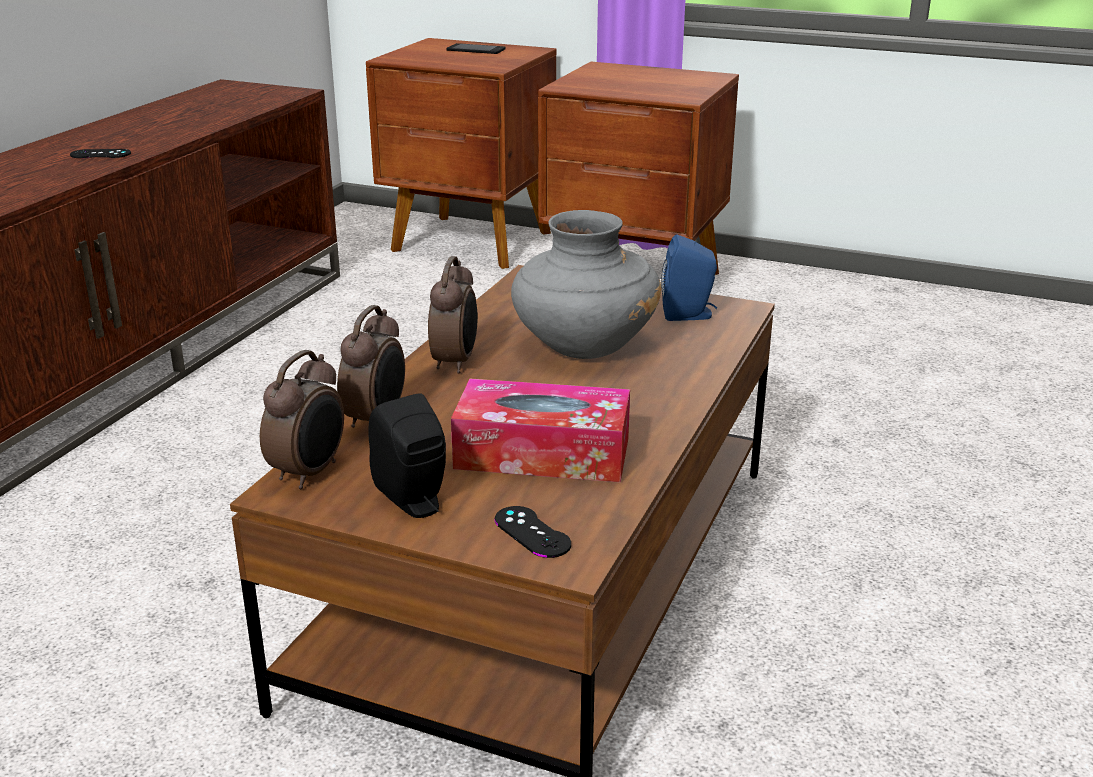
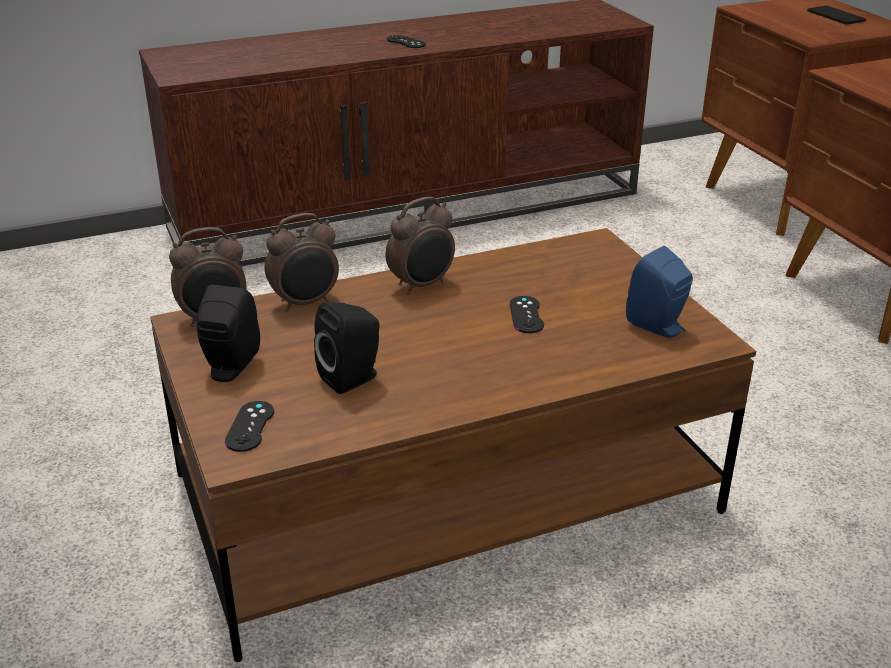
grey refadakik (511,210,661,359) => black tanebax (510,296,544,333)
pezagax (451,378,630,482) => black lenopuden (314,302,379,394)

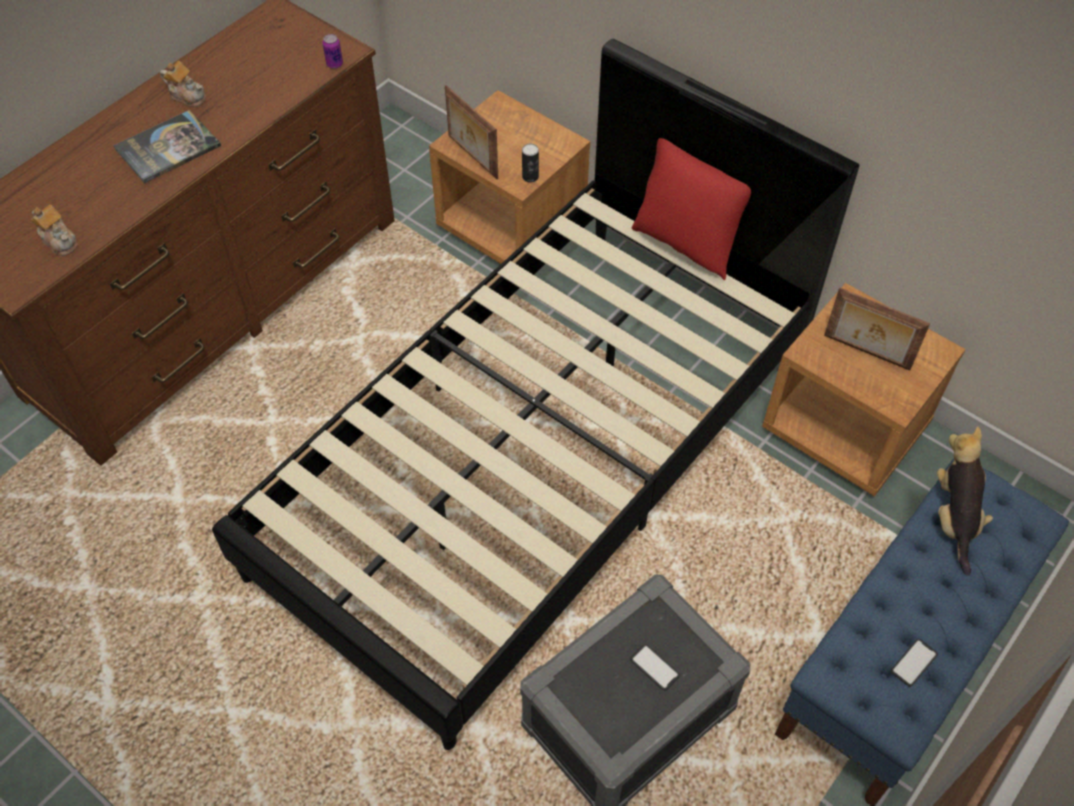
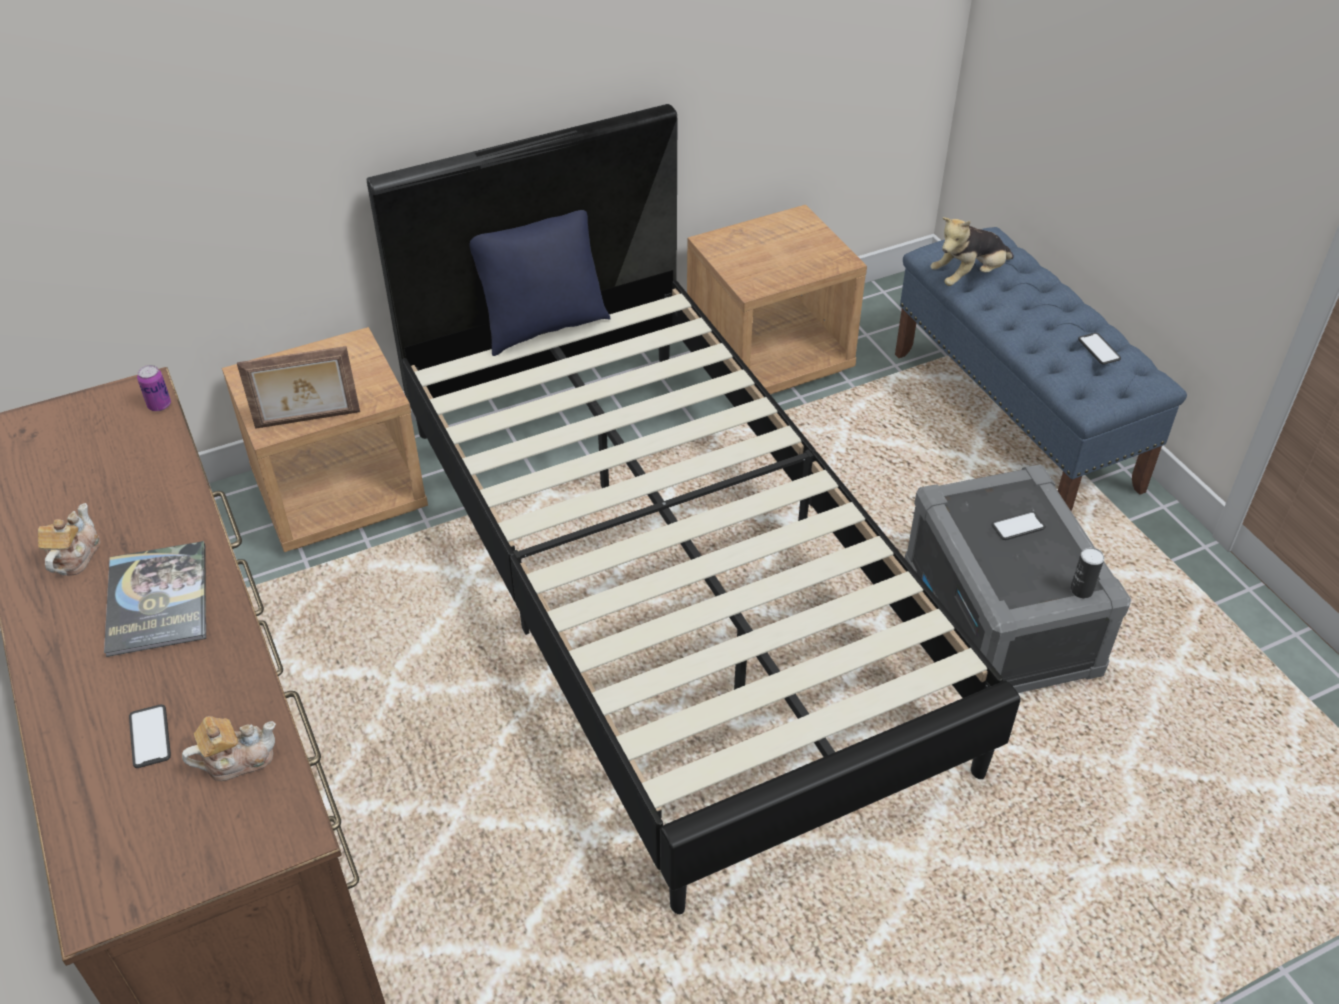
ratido (160,61,206,107) => ratido (38,503,100,576), 45 degrees counterclockwise
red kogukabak (632,138,751,280) => blue kogukabak (469,210,611,356)
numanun (522,143,539,182) => numanun (1070,547,1104,598), relocated
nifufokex (824,288,930,370) => nothing
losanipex (937,426,993,576) => losanipex (930,217,1014,286), 60 degrees counterclockwise
nothing => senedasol (129,704,171,768)

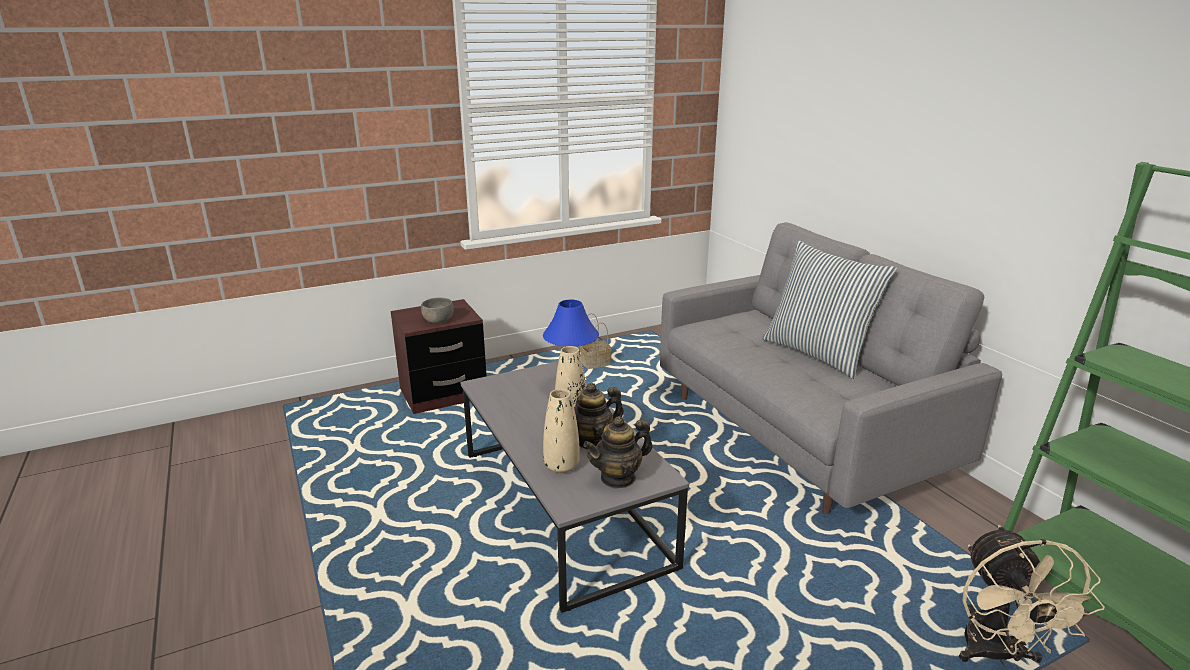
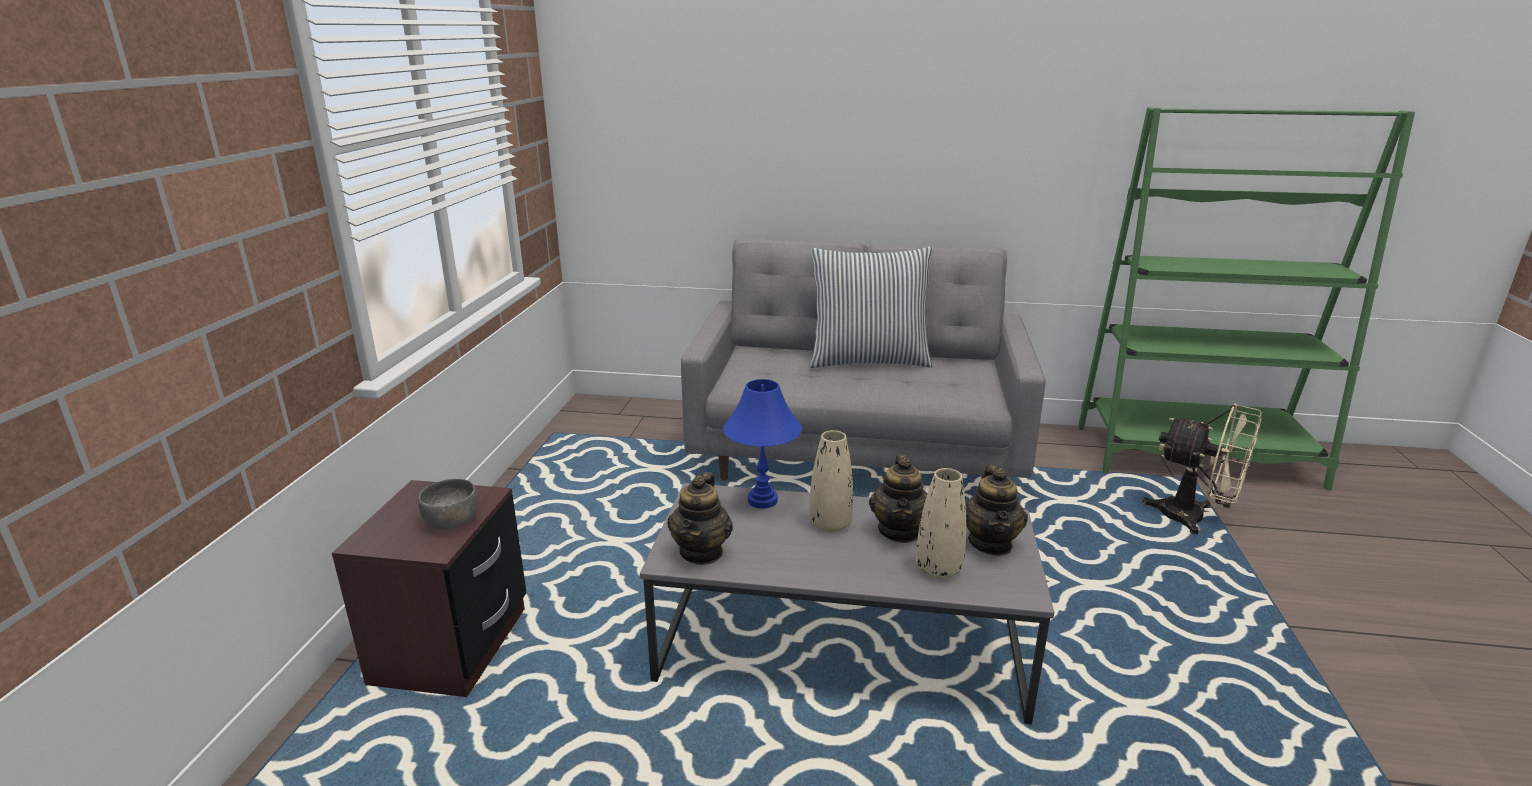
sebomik (580,313,612,369) => nothing
nothing => ratido (667,472,733,565)

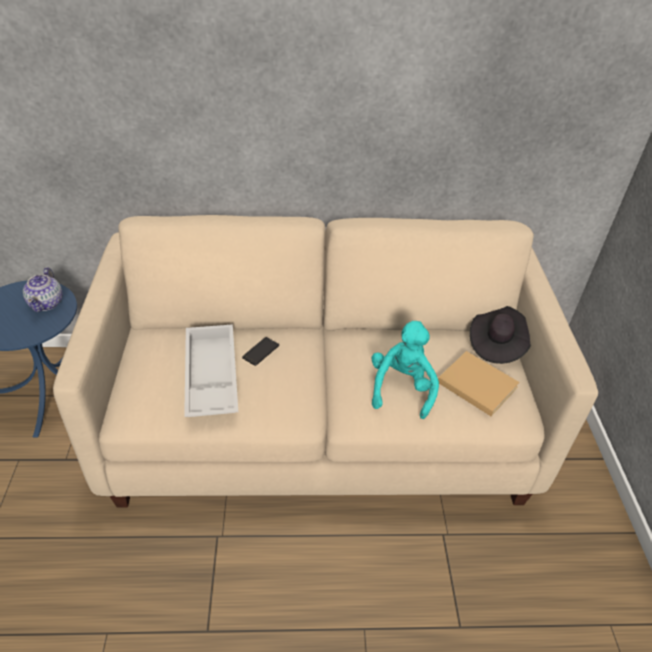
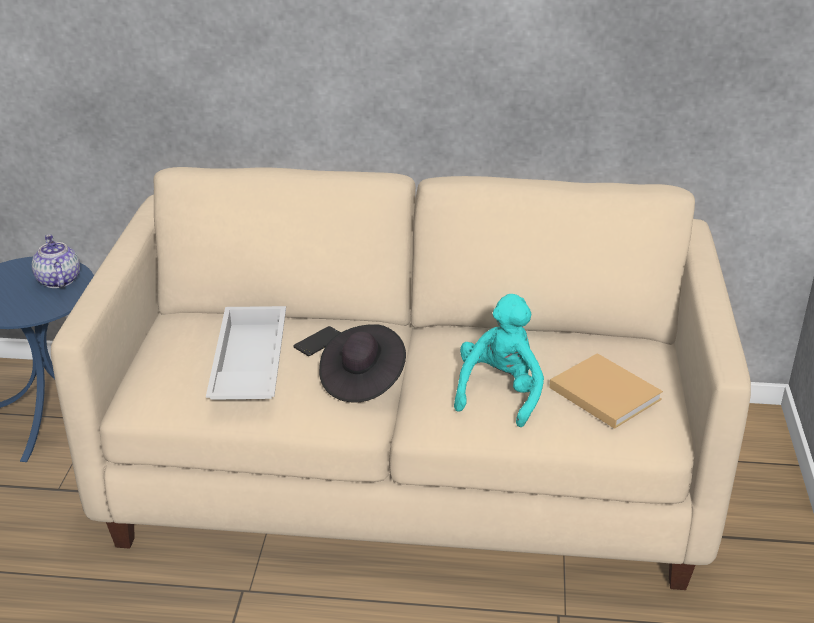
ratido (23,267,63,312) => ratido (32,234,80,288), 150 degrees clockwise
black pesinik (470,306,531,364) => black pesinik (319,324,406,403), relocated

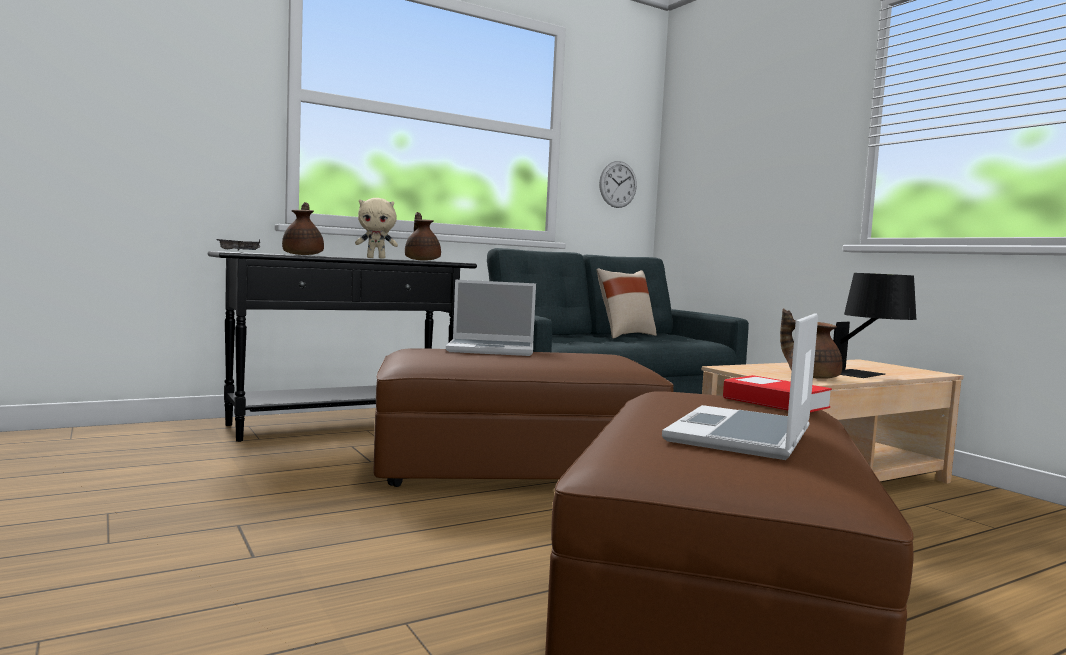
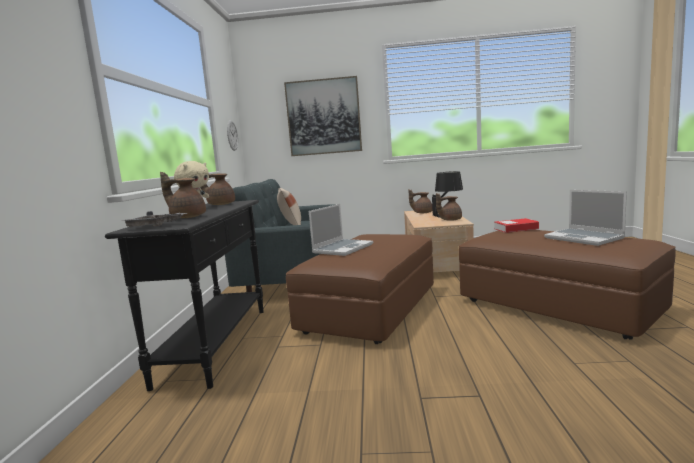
nothing => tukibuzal (284,76,362,156)
nothing => brown ratido (409,190,432,213)

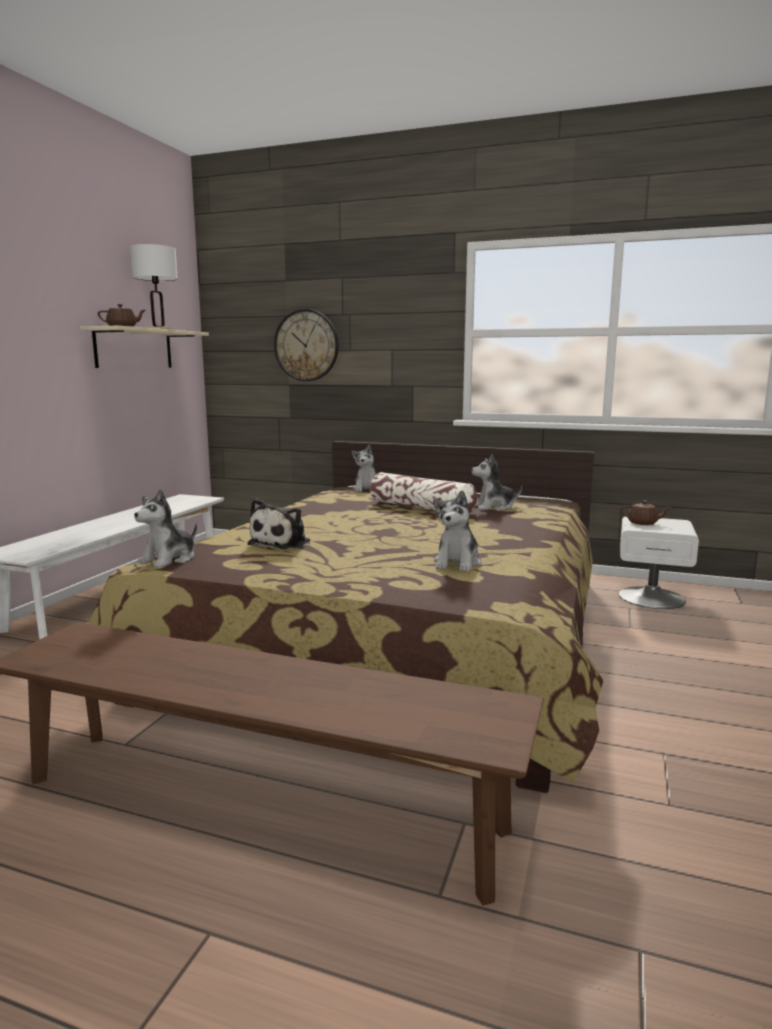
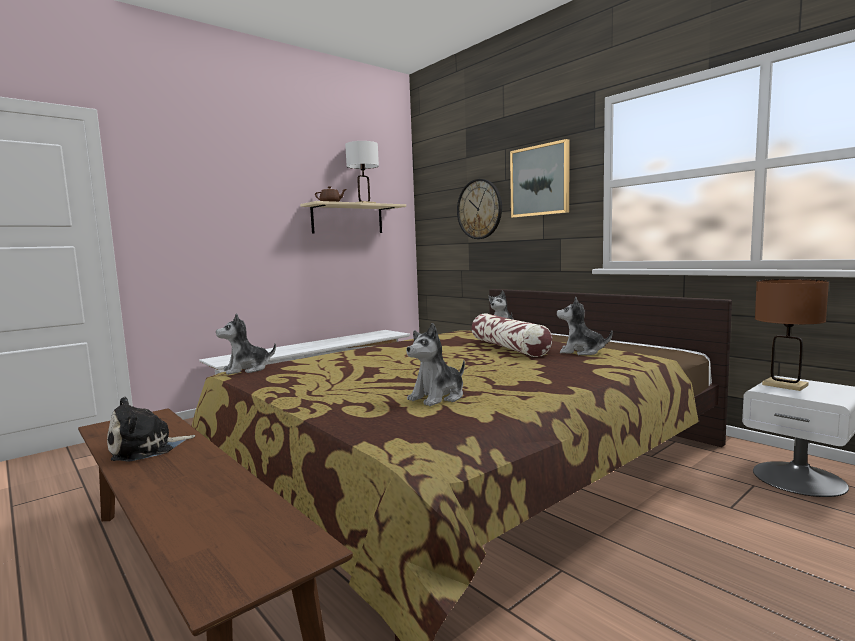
losanipex (247,499,310,549) => losanipex (107,397,195,462), relocated
brown ratido (620,500,672,525) => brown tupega (755,279,829,391)
nothing => tukibuzal (510,139,569,218)

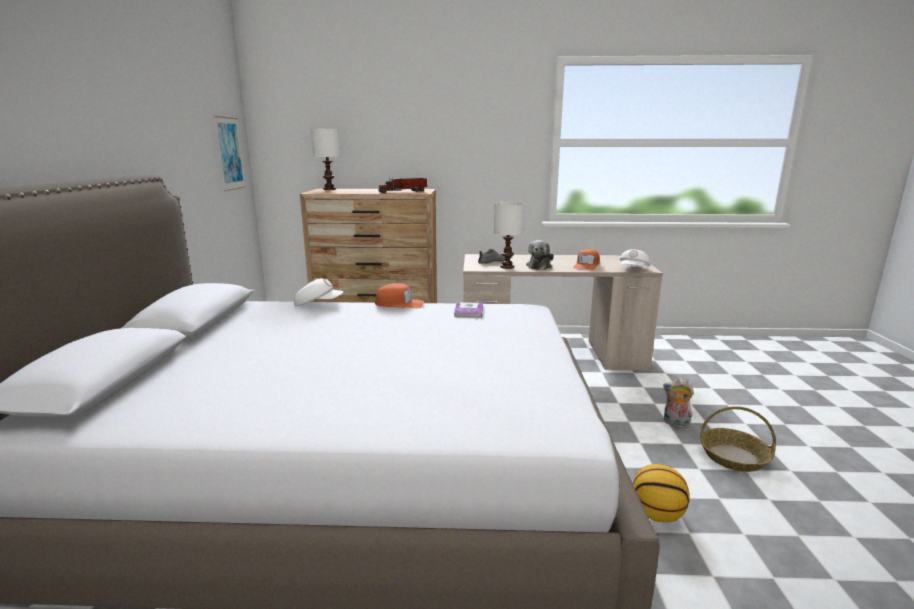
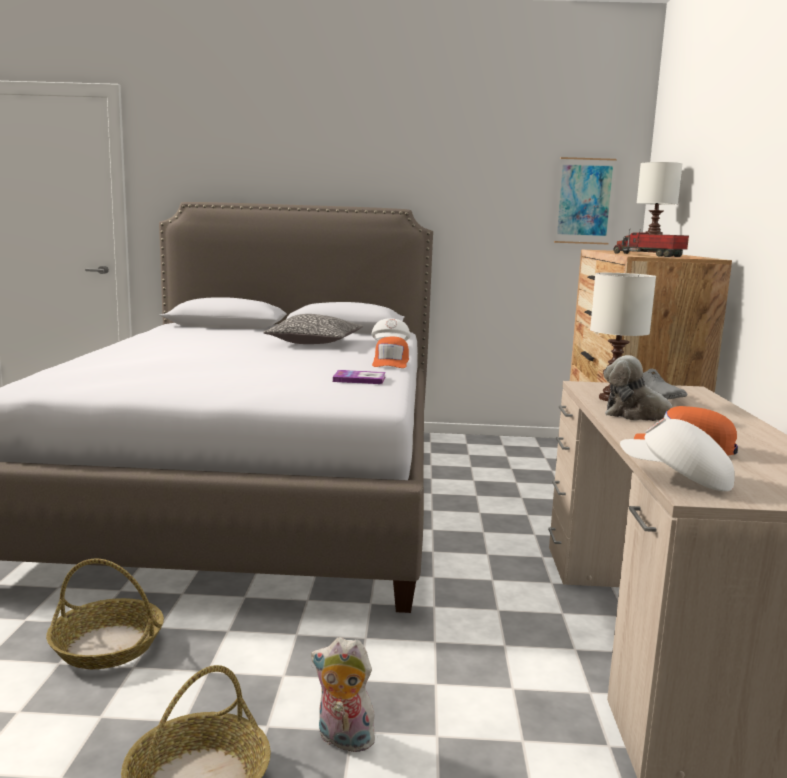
losanipex (663,378,694,428) => losanipex (311,637,375,755), 105 degrees counterclockwise
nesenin (633,464,689,522) => sebomik (46,559,164,669)
nothing => kogukabak (263,314,363,344)

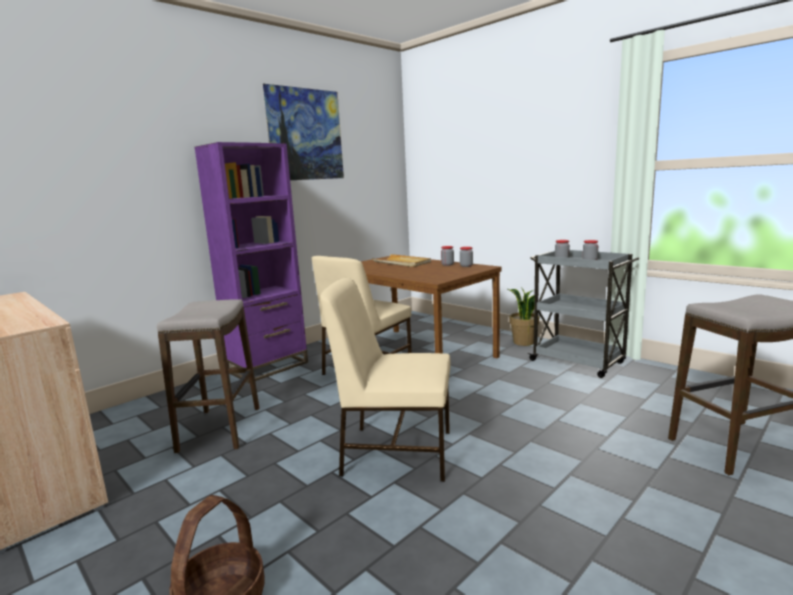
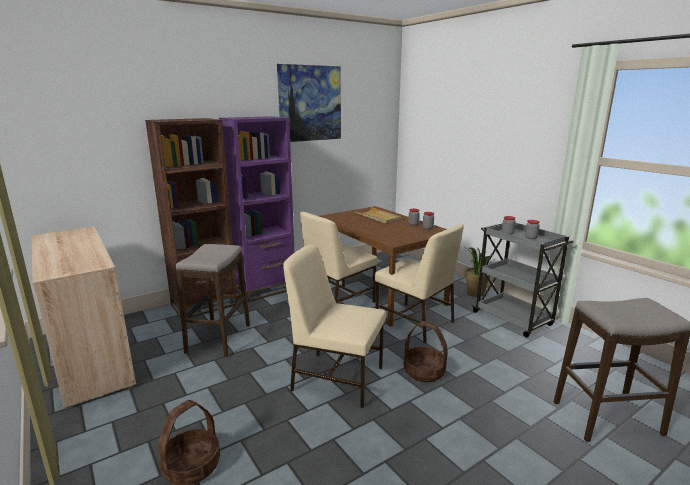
nothing => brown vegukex (145,118,238,319)
nothing => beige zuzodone (375,224,464,343)
nothing => sebomik (404,321,448,382)

